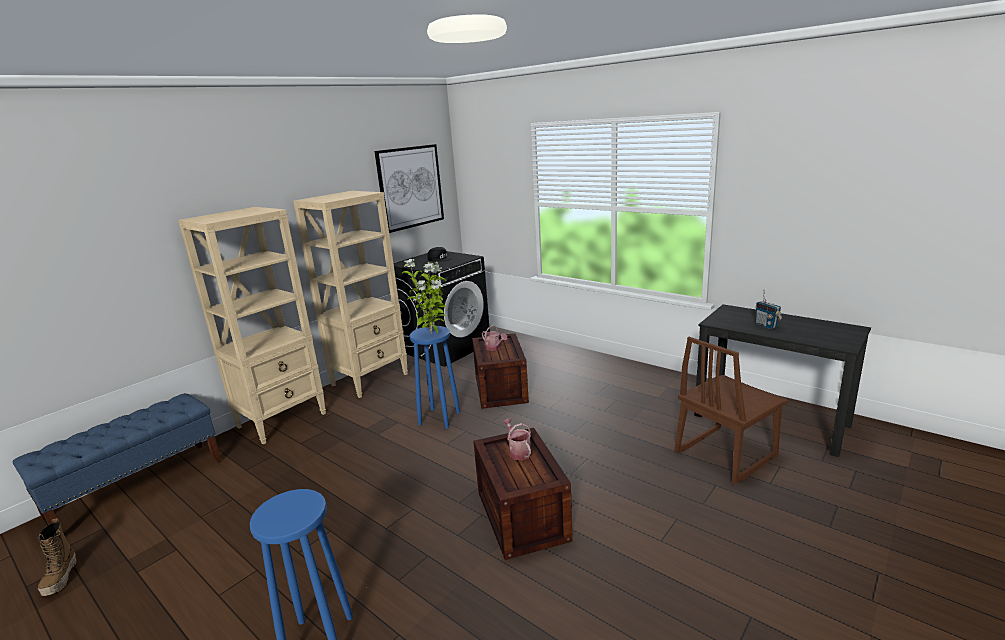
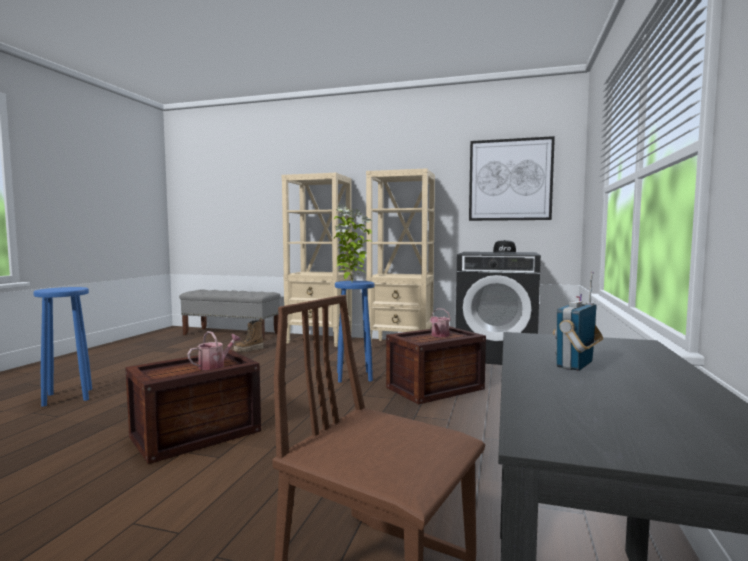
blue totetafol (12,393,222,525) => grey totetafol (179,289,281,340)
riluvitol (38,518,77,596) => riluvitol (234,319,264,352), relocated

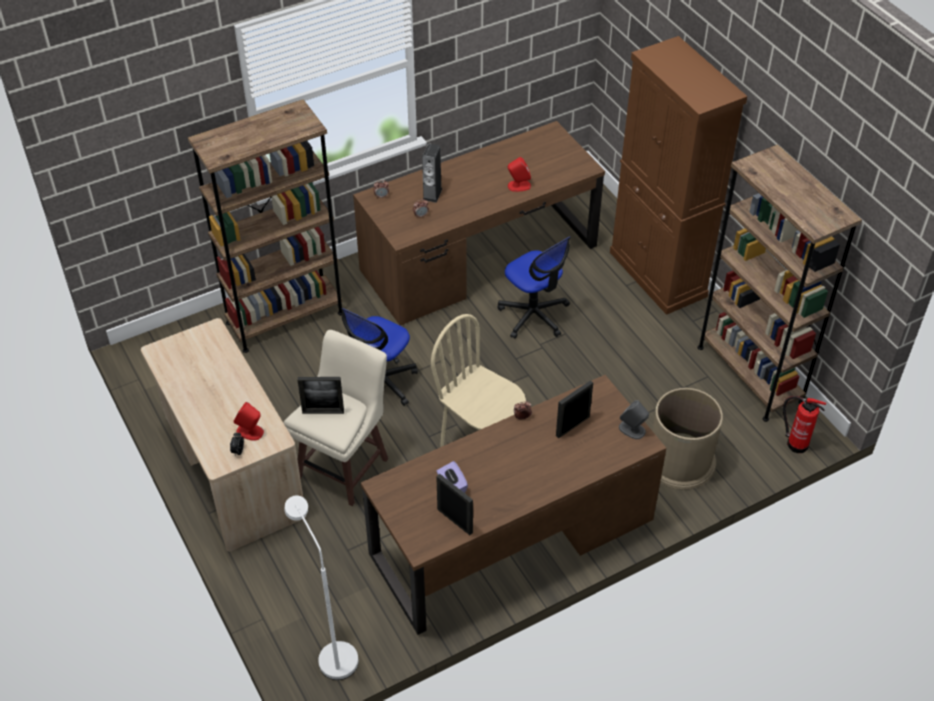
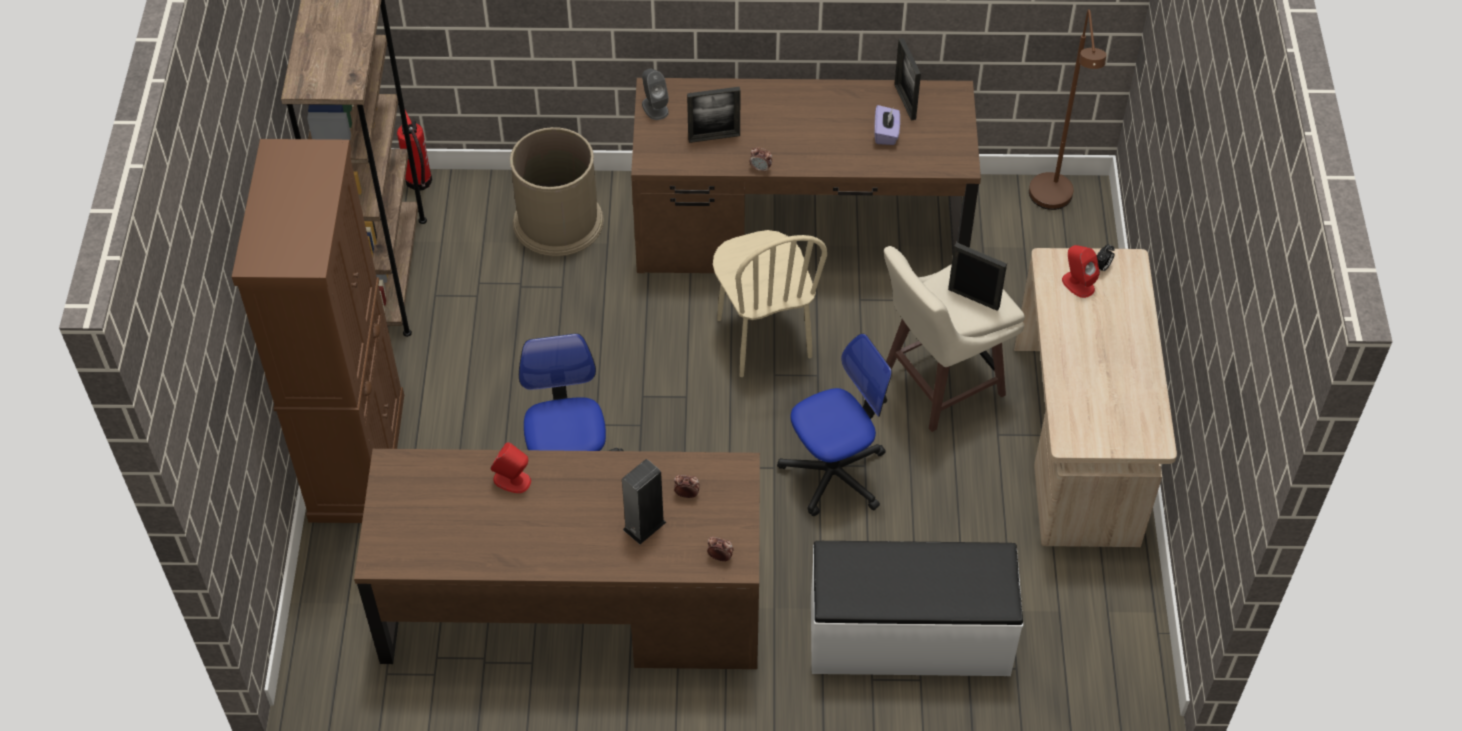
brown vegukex (188,99,342,353) => white totetafol (811,541,1023,676)
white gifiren (285,496,359,680) => brown gifiren (1029,9,1106,210)

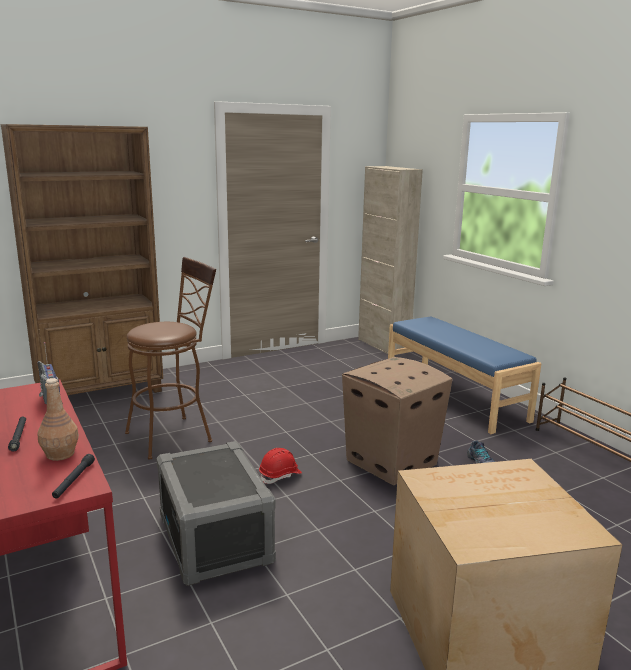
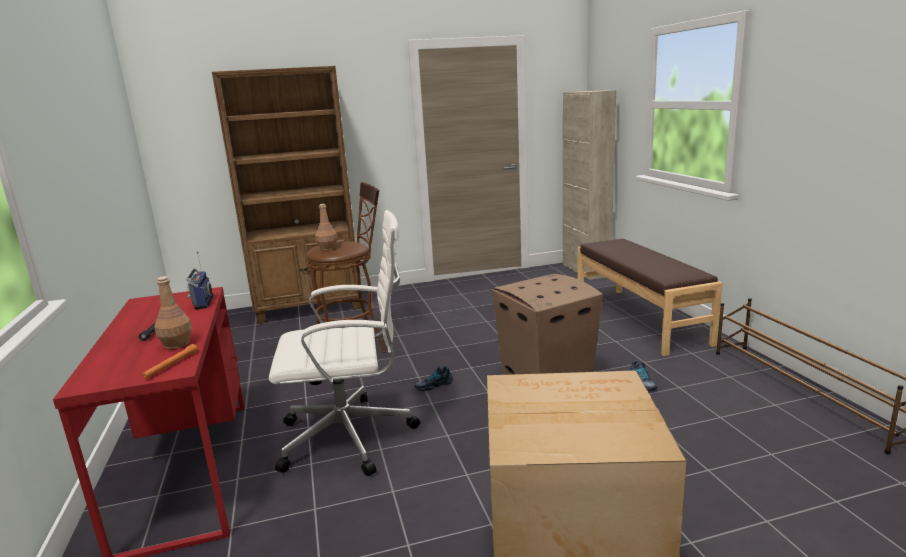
blue totetafol (388,317,541,434) => brown totetafol (577,239,723,356)
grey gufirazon (156,441,276,586) => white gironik (269,210,420,476)
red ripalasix (259,448,302,484) => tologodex (414,366,453,391)
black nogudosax (52,454,95,498) => orange nogudosax (142,344,198,379)
nothing => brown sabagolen (315,204,337,251)

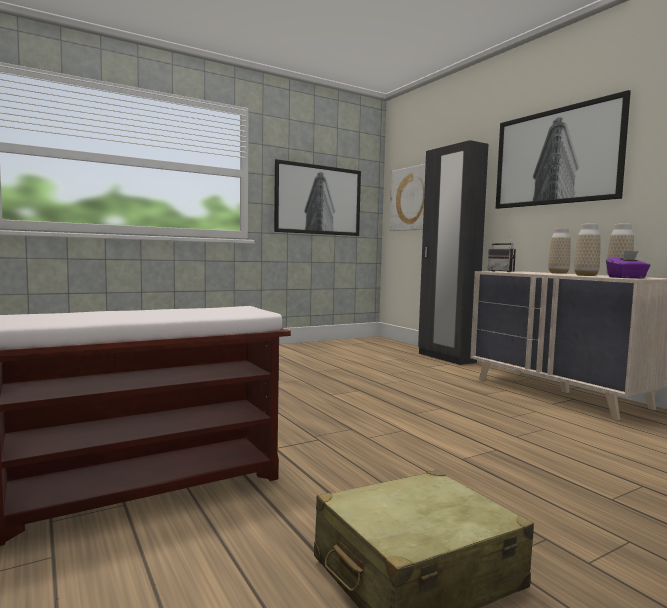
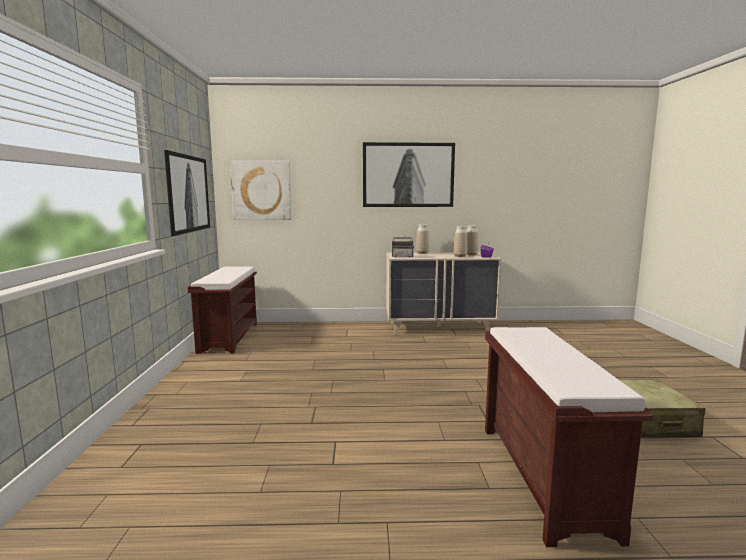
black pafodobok (418,140,488,365) => nothing
nothing => brown totetafol (188,266,257,354)

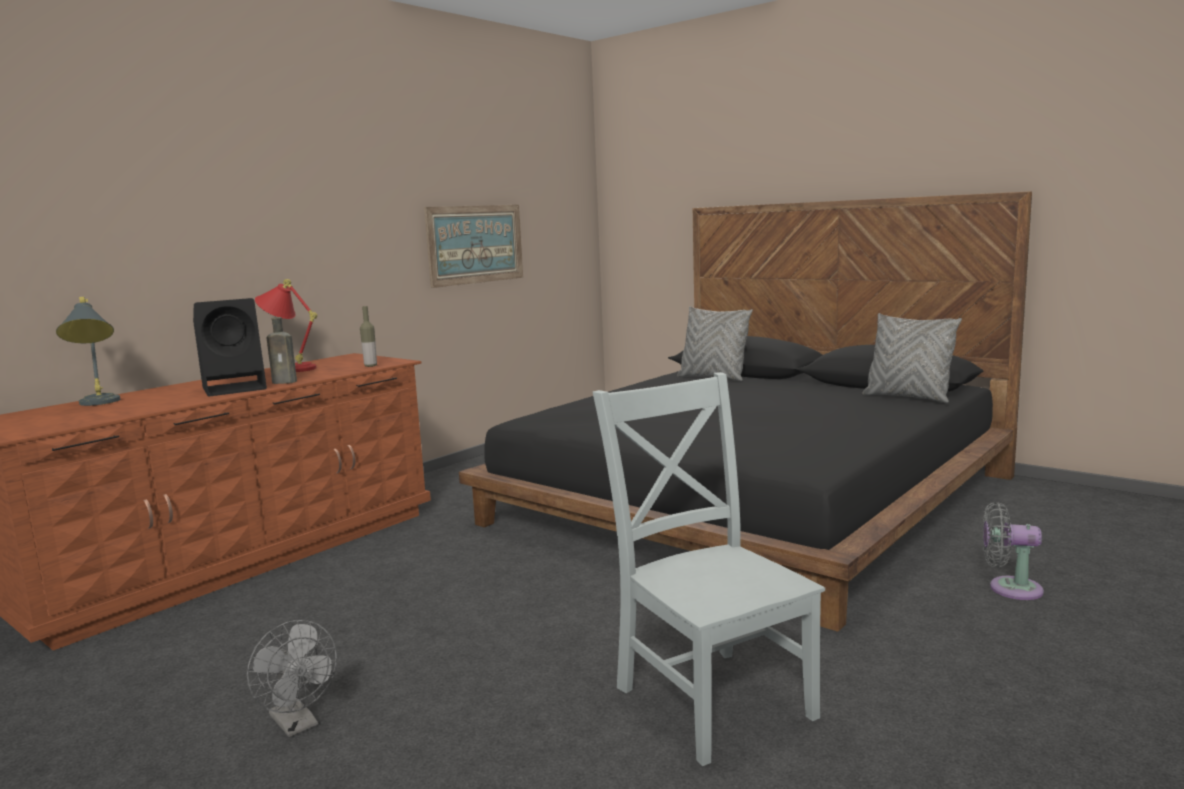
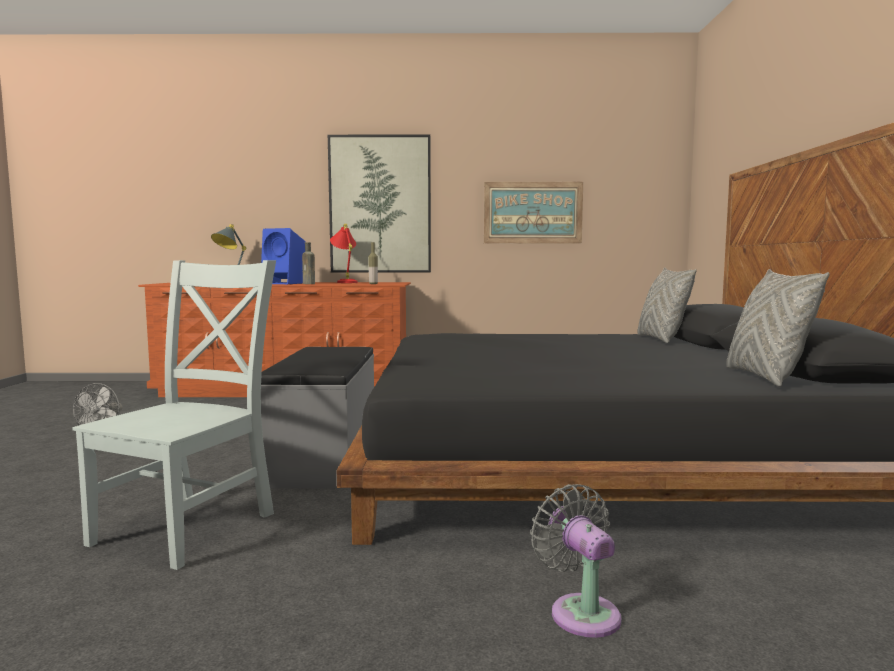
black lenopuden (193,298,267,397) => blue lenopuden (261,228,306,284)
nothing => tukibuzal (328,134,431,272)
nothing => grey totetafol (261,347,374,489)

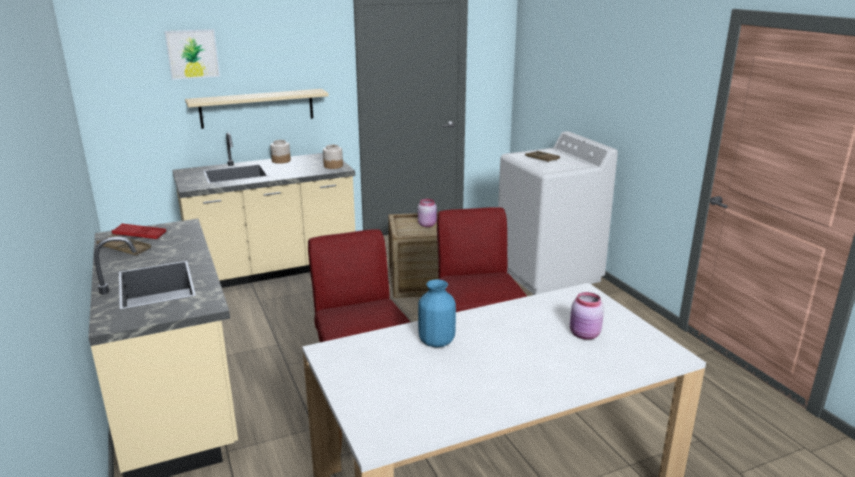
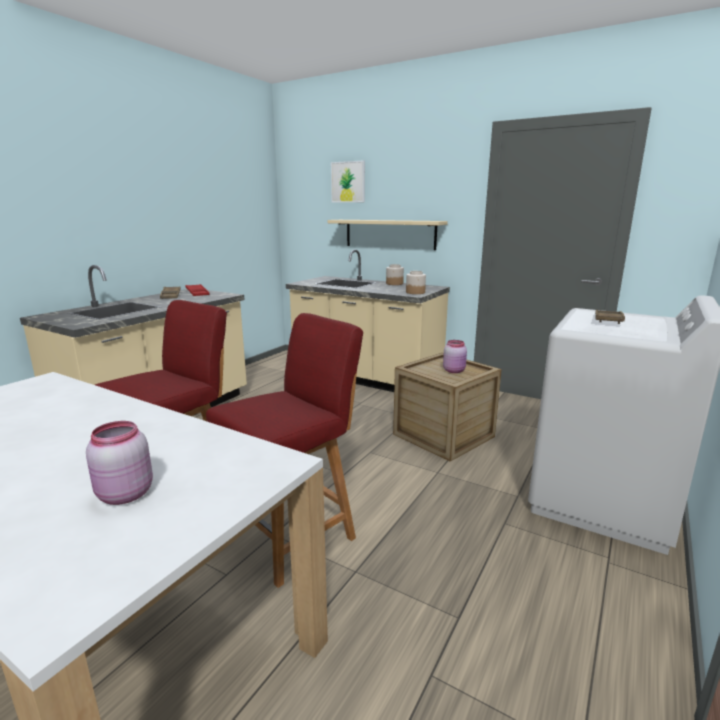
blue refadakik (418,279,456,347) => nothing

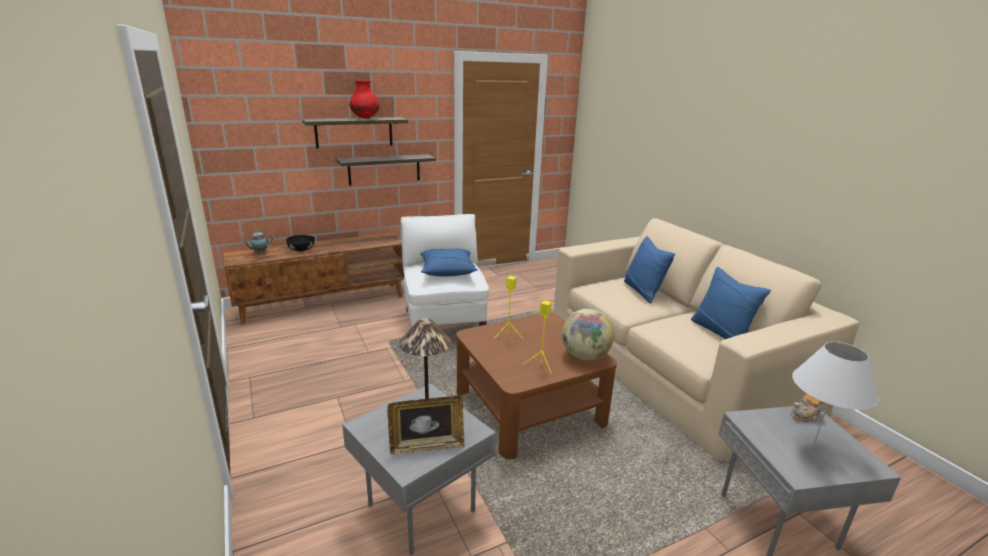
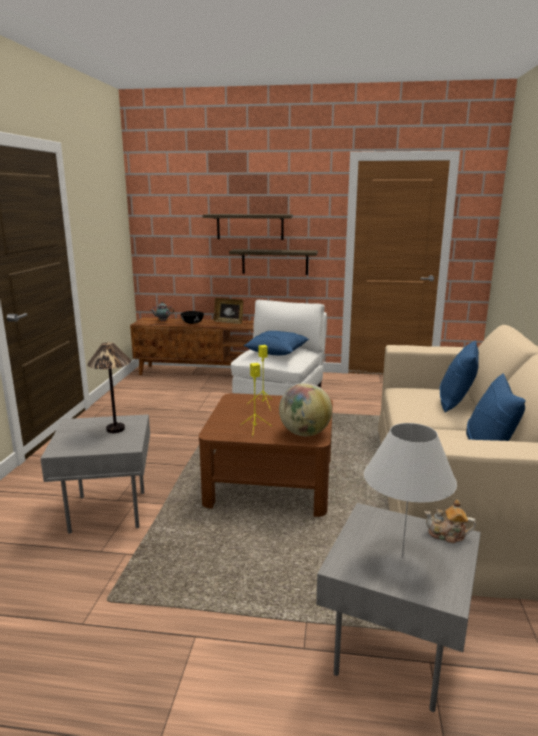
red refadakik (349,80,380,119) => nothing
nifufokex (387,396,464,455) => nifufokex (214,298,243,324), relocated

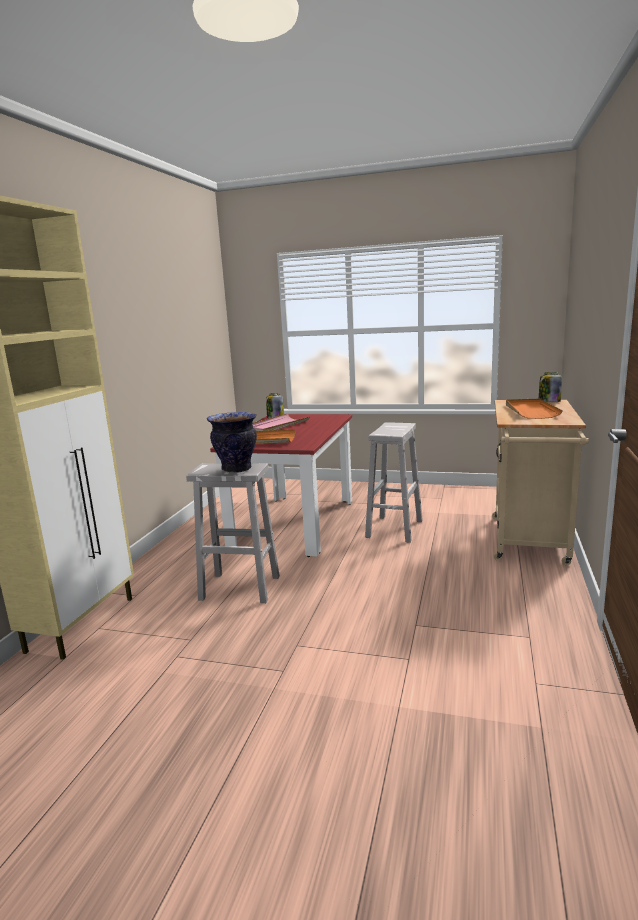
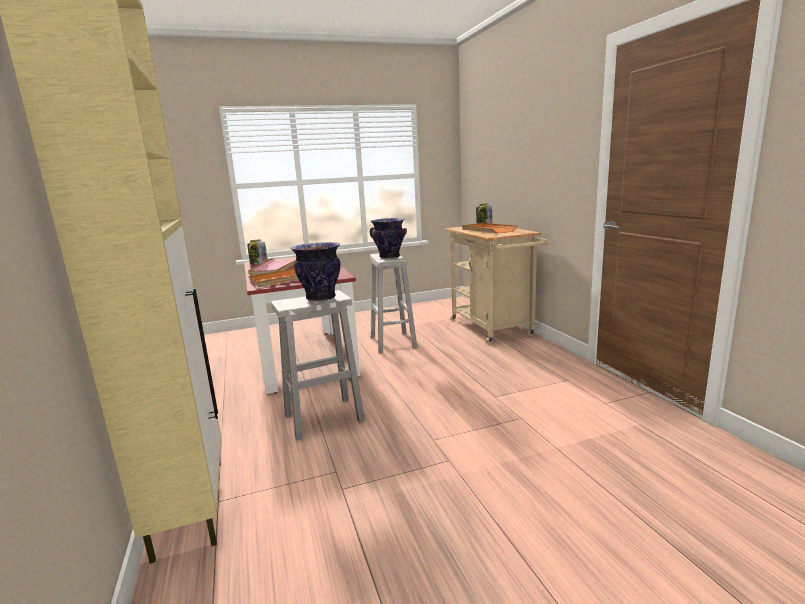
nothing => refadakik (370,218,407,259)

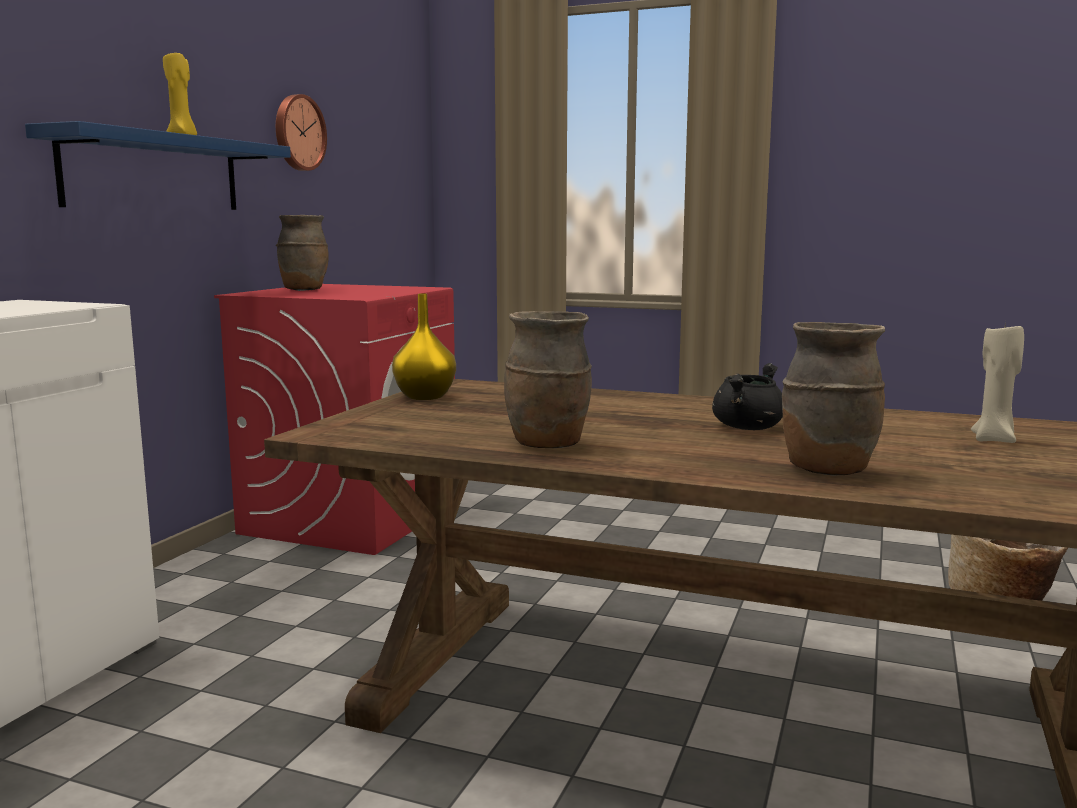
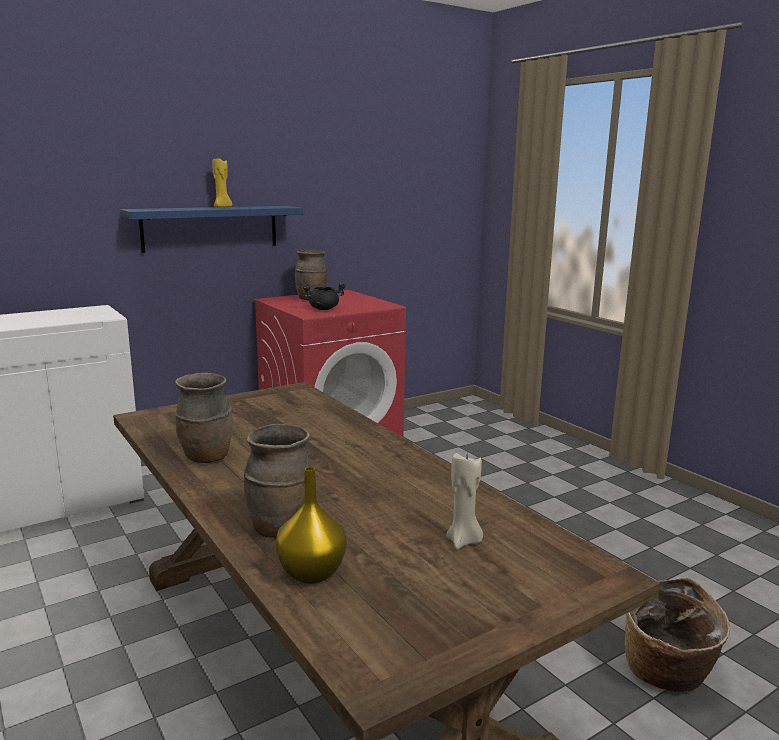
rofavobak (276,94,327,171) => nothing
yellow refadakik (392,293,456,400) => yellow refadakik (276,467,347,584), relocated
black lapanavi (712,363,783,430) => black lapanavi (302,283,346,310), relocated

